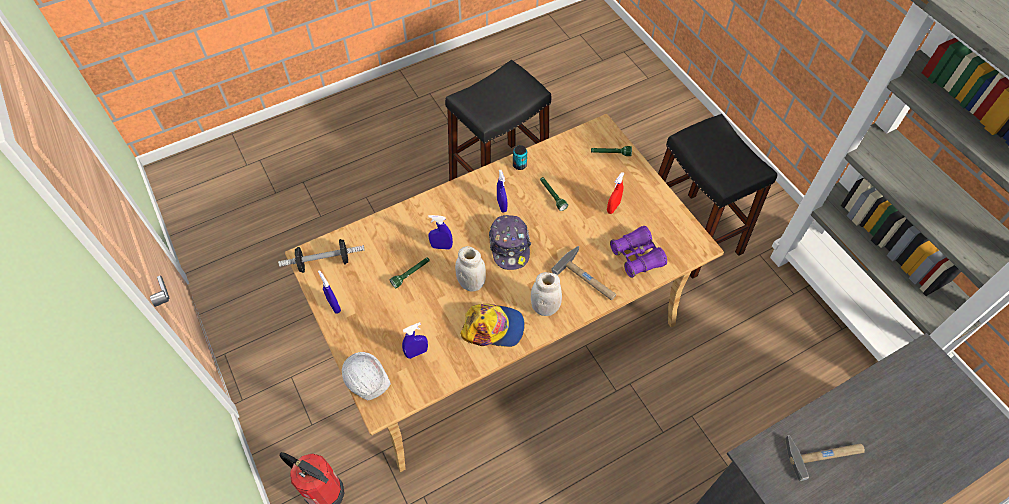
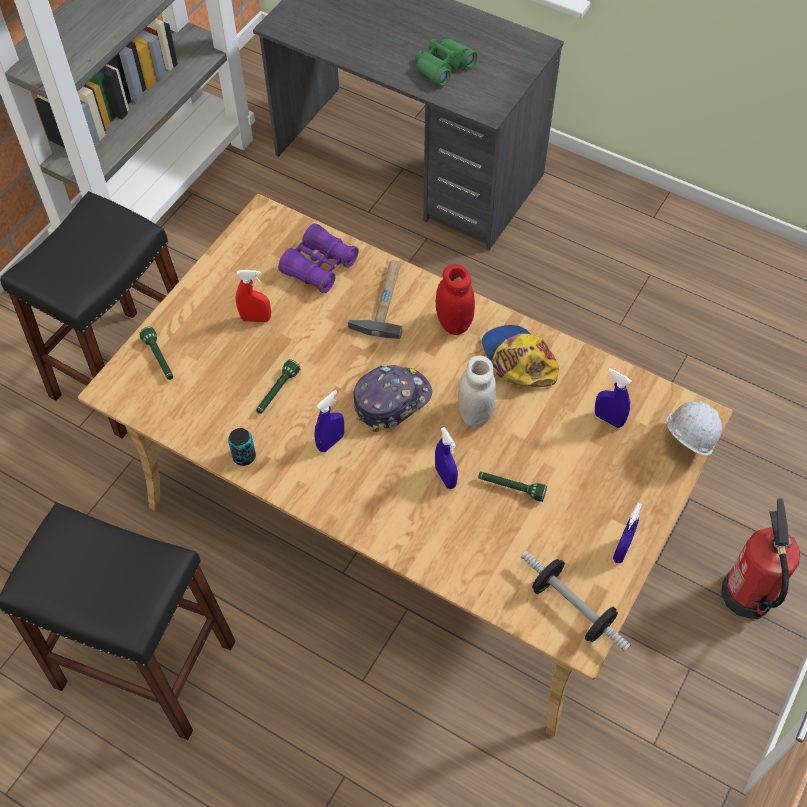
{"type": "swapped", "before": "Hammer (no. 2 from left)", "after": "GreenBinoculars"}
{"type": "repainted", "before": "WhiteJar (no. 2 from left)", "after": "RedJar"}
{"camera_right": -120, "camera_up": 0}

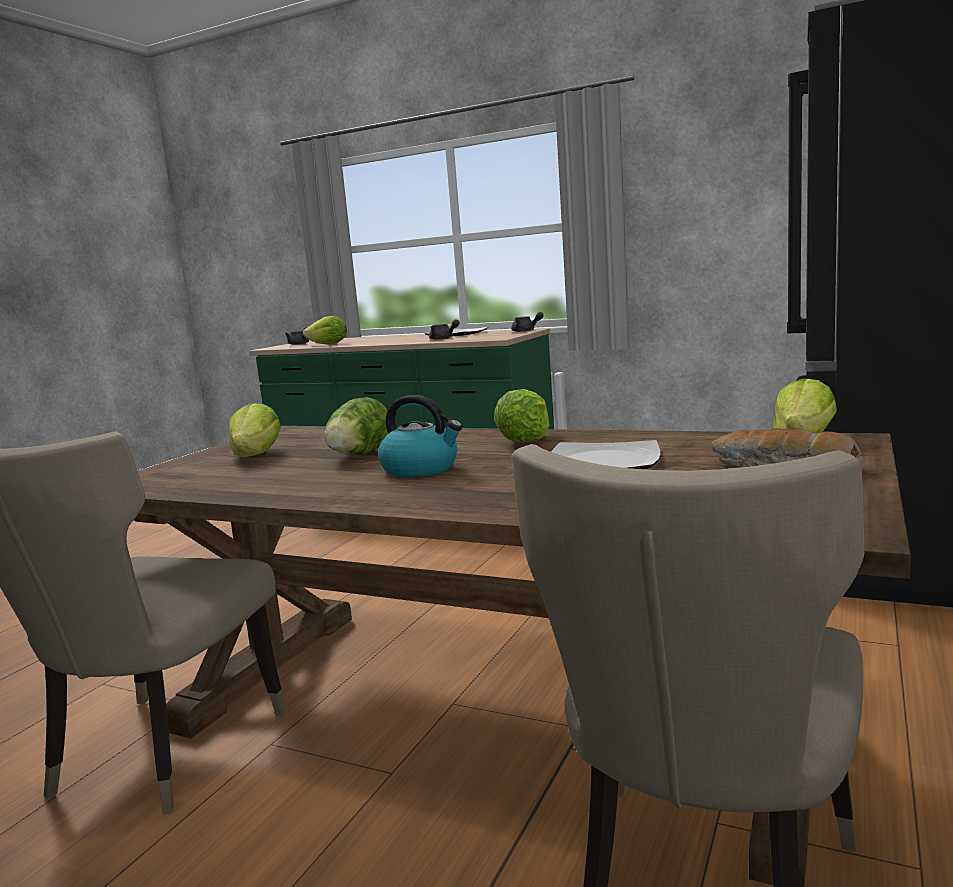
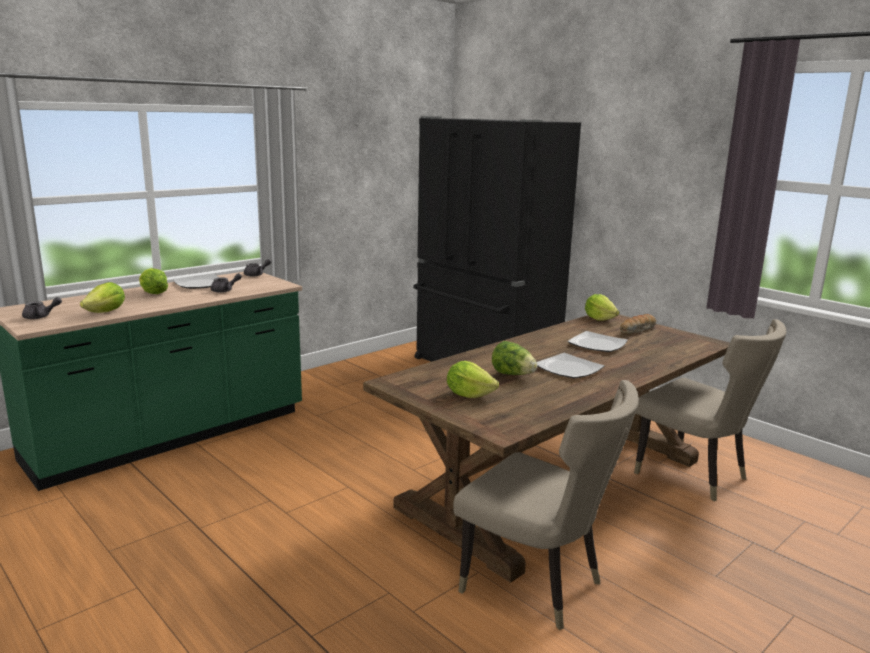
{"type": "shifted", "before": "Lettuce (no. 4 from left in the first image)", "after": "Lettuce (no. 2 from left)"}
{"type": "swapped", "before": "Kettle", "after": "Plate (no. 2 from left)"}
{"camera_right": -70, "camera_up": 5}

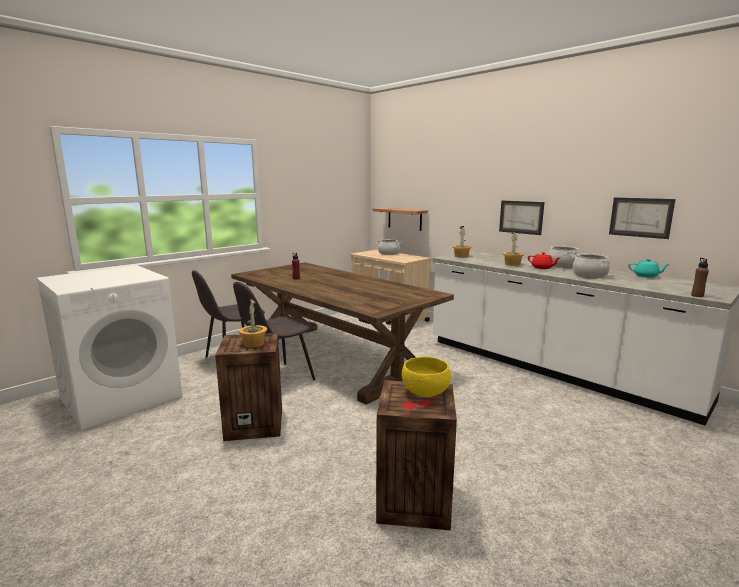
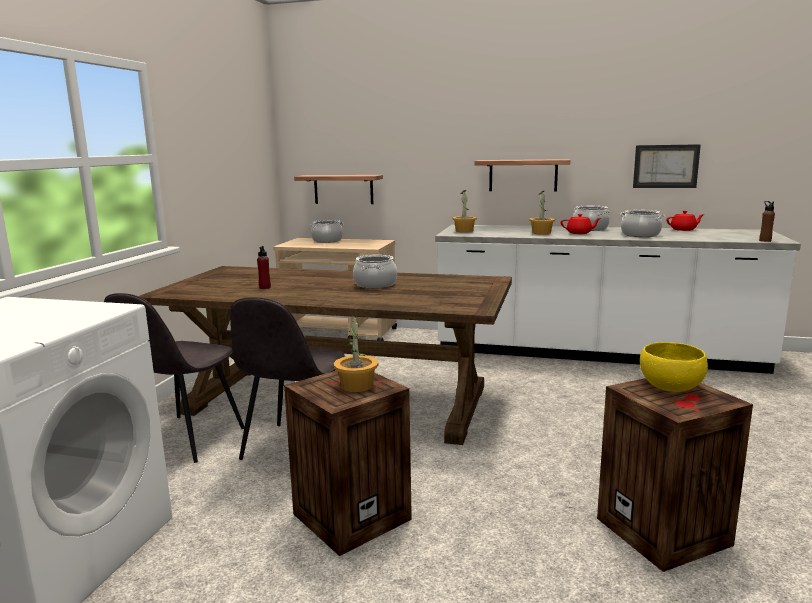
{"type": "new", "after": "CookingPot (no. 2 from left)"}
{"type": "swapped", "before": "Picture (no. 1 from left)", "after": "Shelf (no. 2 from left)"}
{"type": "repainted", "before": "TurquoiseTeapot", "after": "RedTeapot (no. 2 from left)"}
{"camera_right": -30, "camera_up": 0}

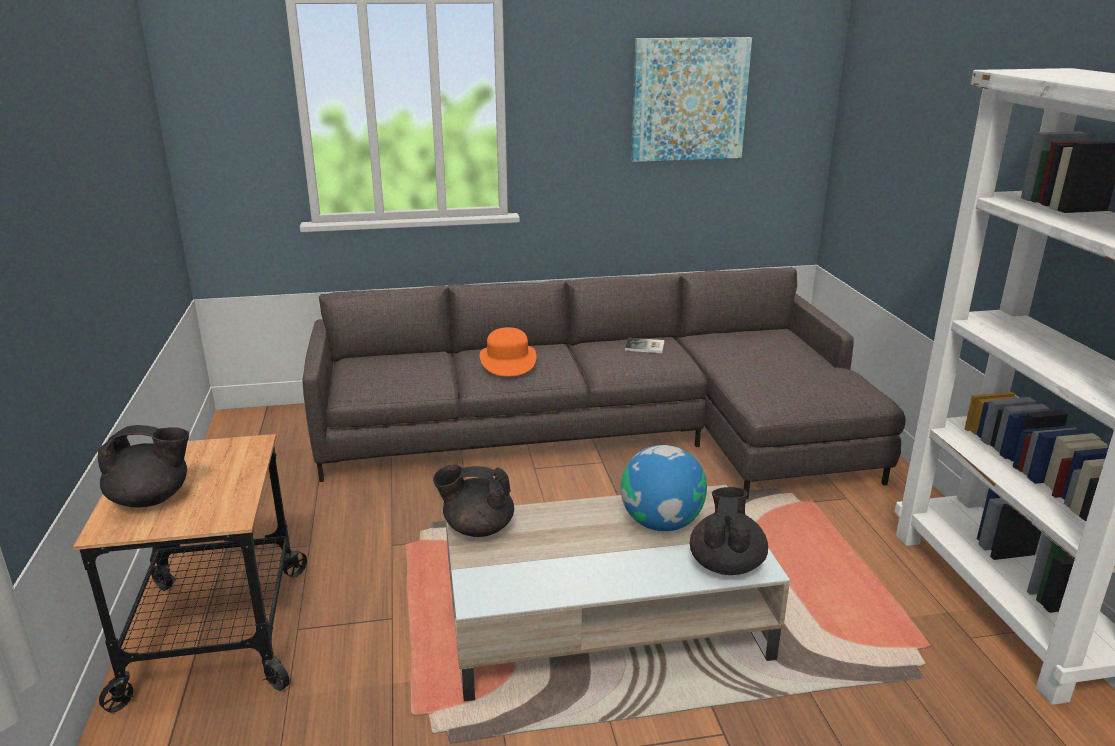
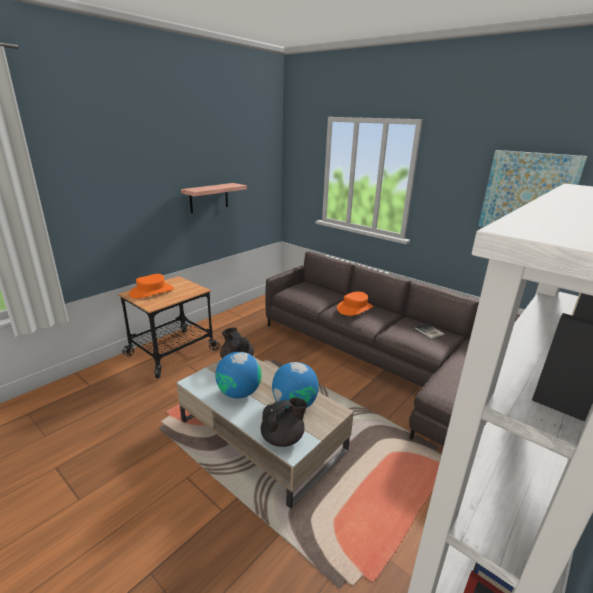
{"type": "new", "after": "Shelf"}
{"type": "new", "after": "Globe (no. 1 from left)"}
{"type": "swapped", "before": "BlackTeapot (no. 1 from left)", "after": "OrangeHat (no. 1 from left)"}
{"camera_right": 50, "camera_up": 0}

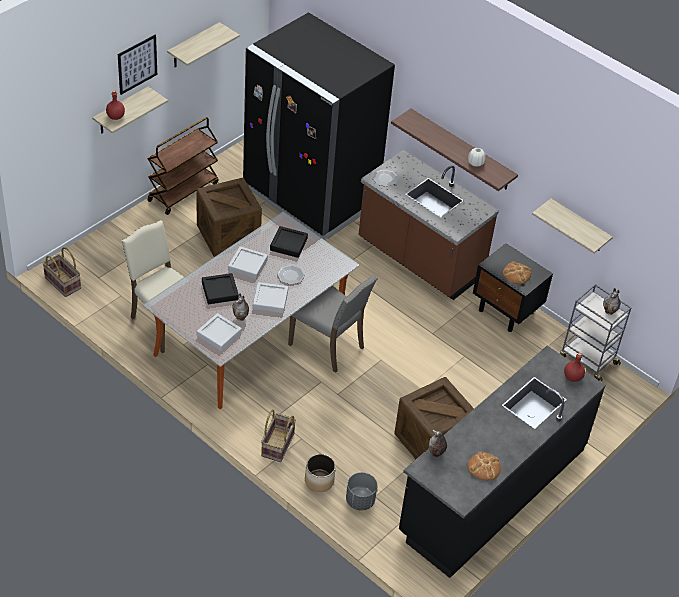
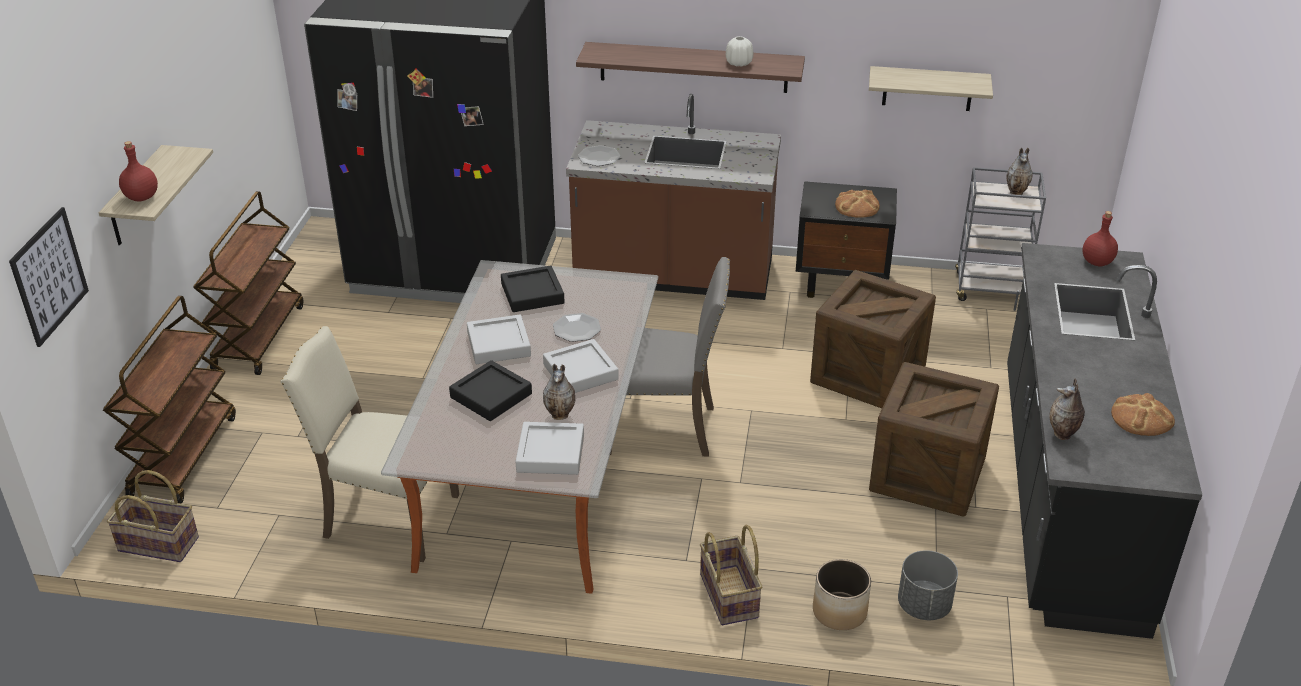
{"type": "gone", "before": "Shelf (no. 2 from left)"}
{"type": "new", "after": "BrownCart (no. 1 from left)"}
{"type": "shifted", "before": "Picture"}
{"type": "shifted", "before": "Crate (no. 1 from left)"}
{"camera_right": -30, "camera_up": -10}

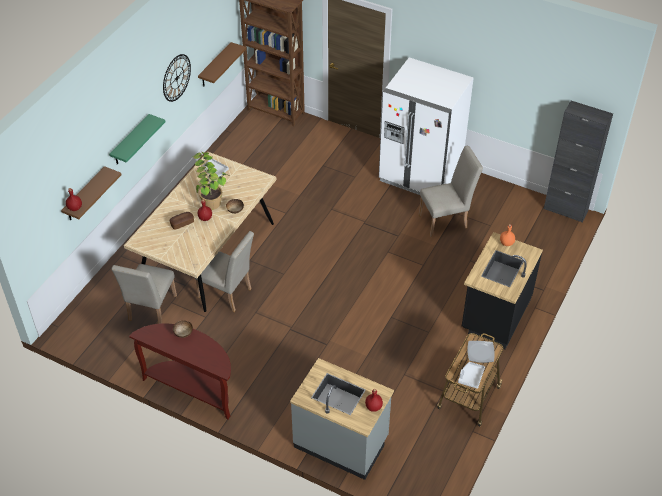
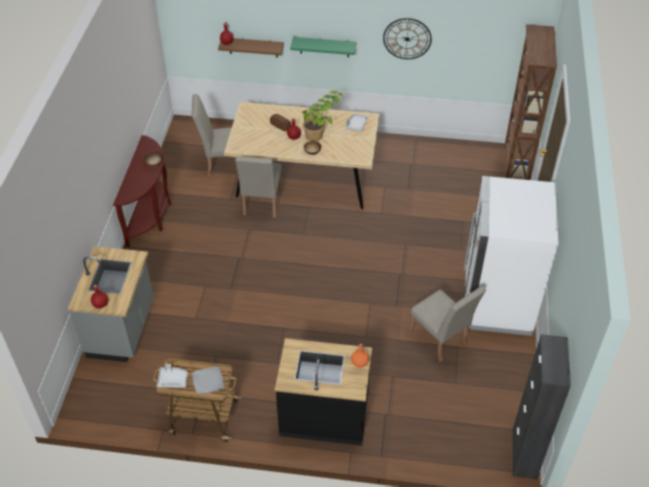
{"type": "gone", "before": "BrownShelf (no. 2 from left)"}
{"camera_right": 70, "camera_up": 0}

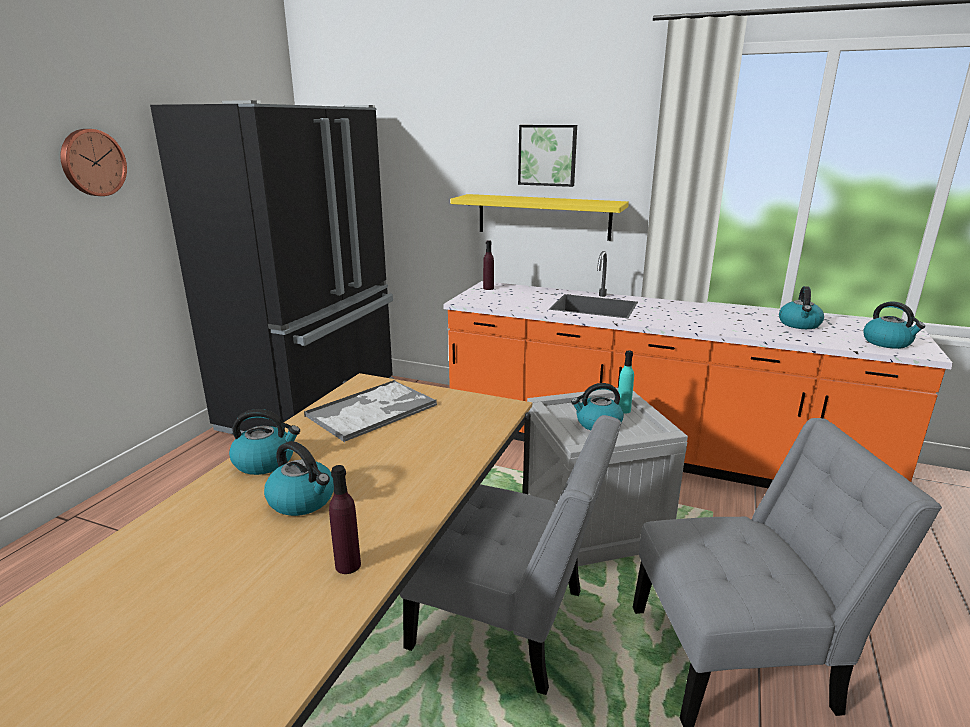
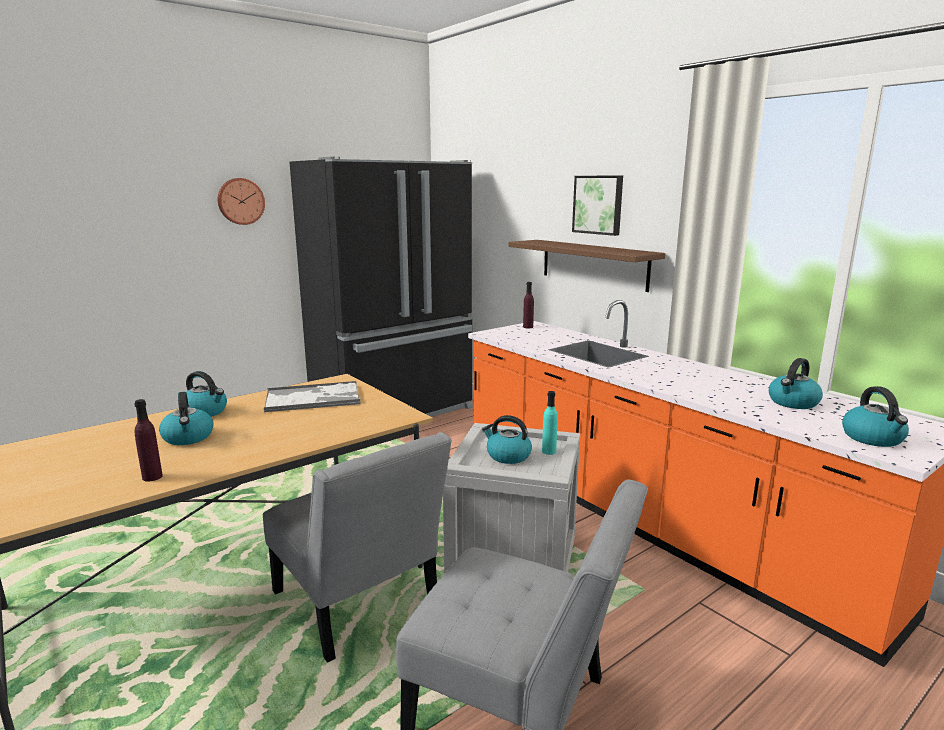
{"type": "repainted", "before": "YellowShelf", "after": "BrownShelf"}
{"camera_right": 30, "camera_up": -5}

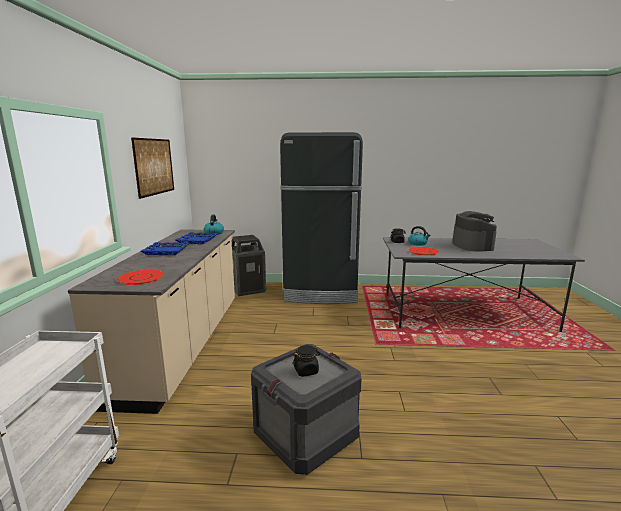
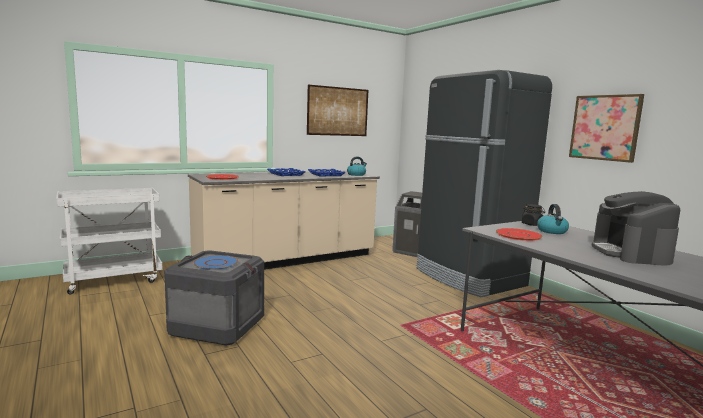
{"type": "new", "after": "Picture (no. 2 from left)"}
{"type": "swapped", "before": "BlackJar (no. 1 from left)", "after": "BluePlate"}
{"type": "rotated", "before": "CoffeeMachine", "turn": 135}
{"camera_right": 55, "camera_up": -5}

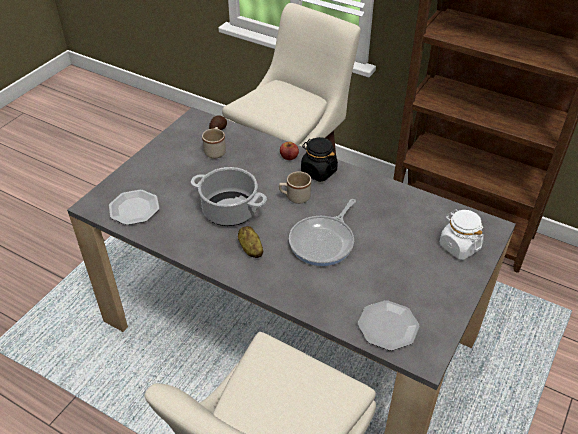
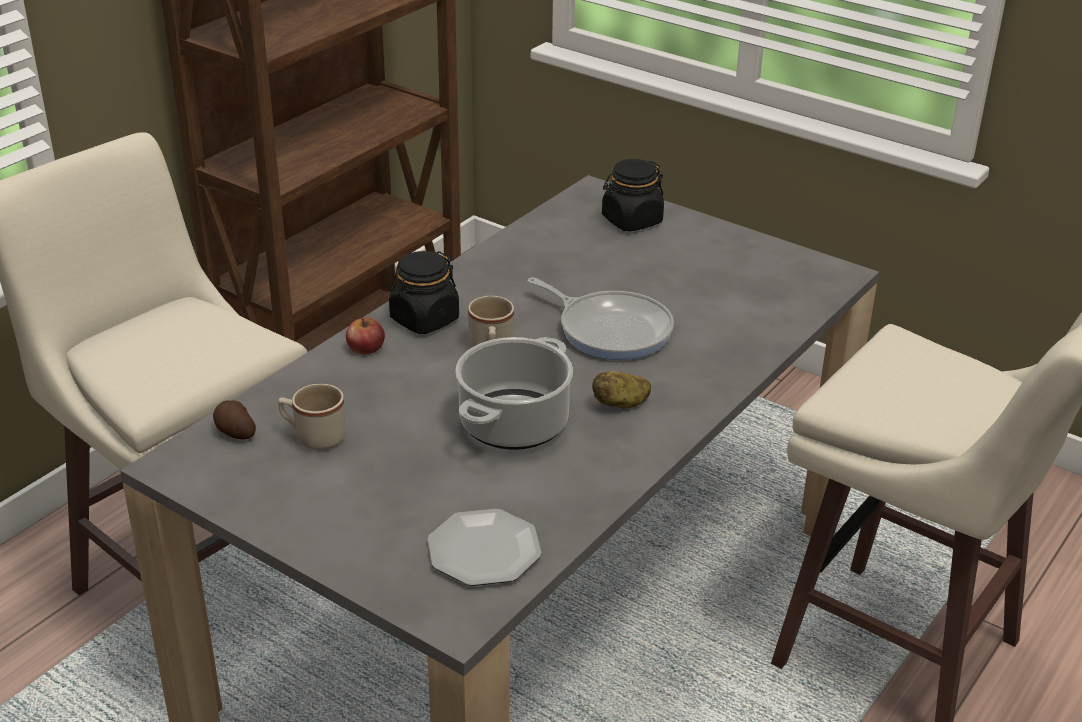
{"type": "gone", "before": "Plate (no. 2 from left)"}
{"type": "repainted", "before": "WhiteJar", "after": "BlackJar (no. 2 from left)"}
{"camera_right": -85, "camera_up": -10}

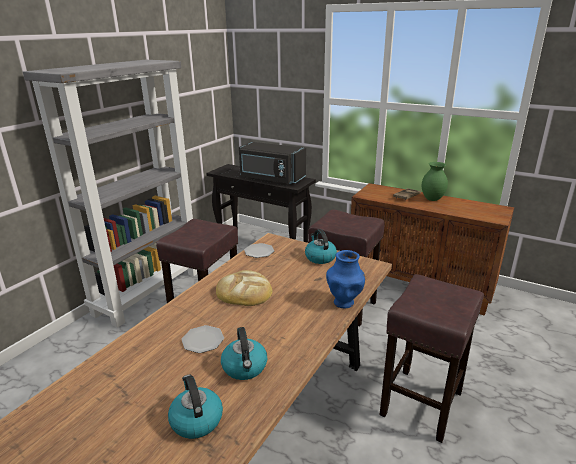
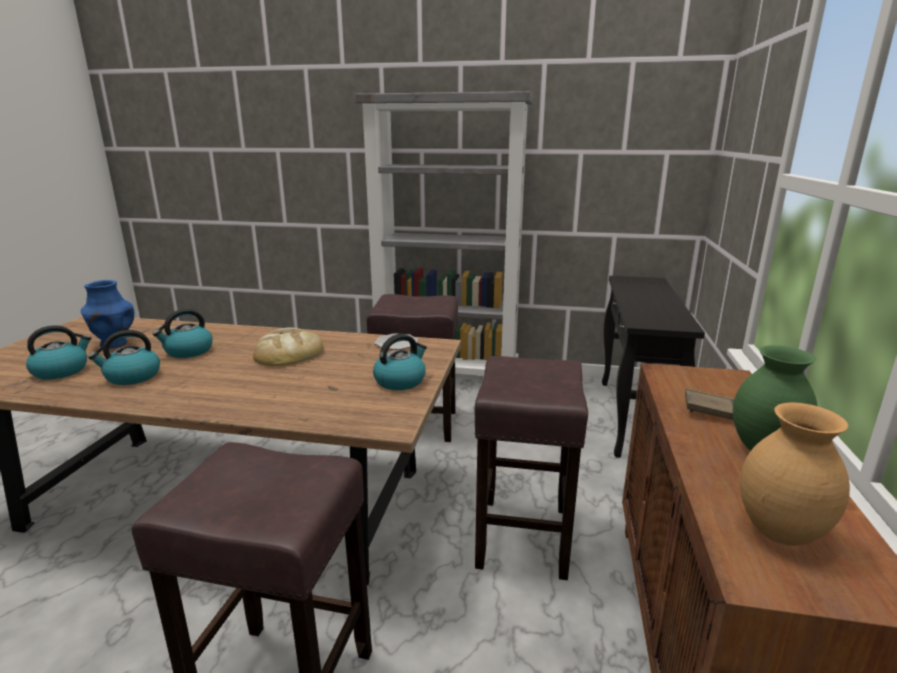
{"type": "gone", "before": "BlackMicrowave"}
{"type": "new", "after": "BrownVase"}
{"type": "shifted", "before": "BlueVase"}
{"type": "swapped", "before": "Plate (no. 1 from left)", "after": "Kettle (no. 3 from left)"}
{"camera_right": 70, "camera_up": -5}

